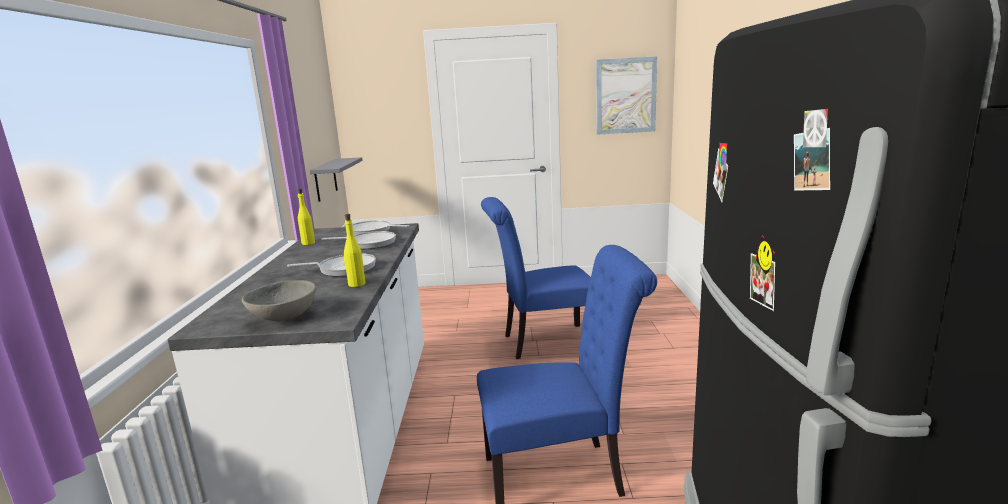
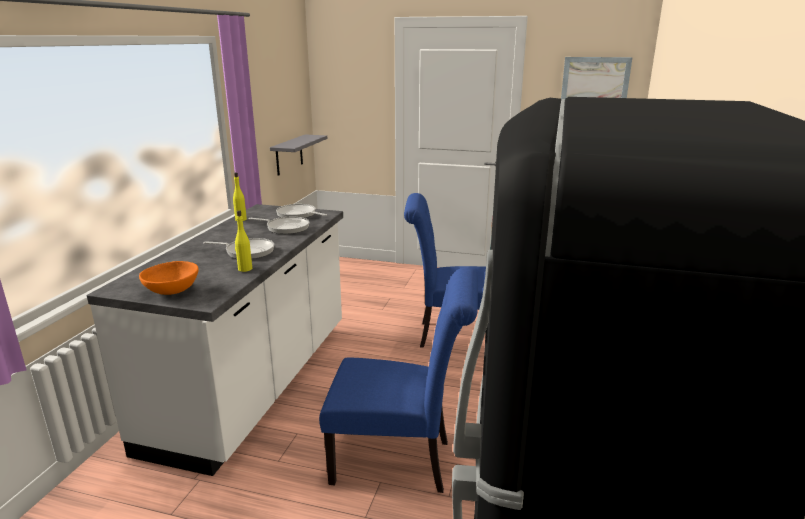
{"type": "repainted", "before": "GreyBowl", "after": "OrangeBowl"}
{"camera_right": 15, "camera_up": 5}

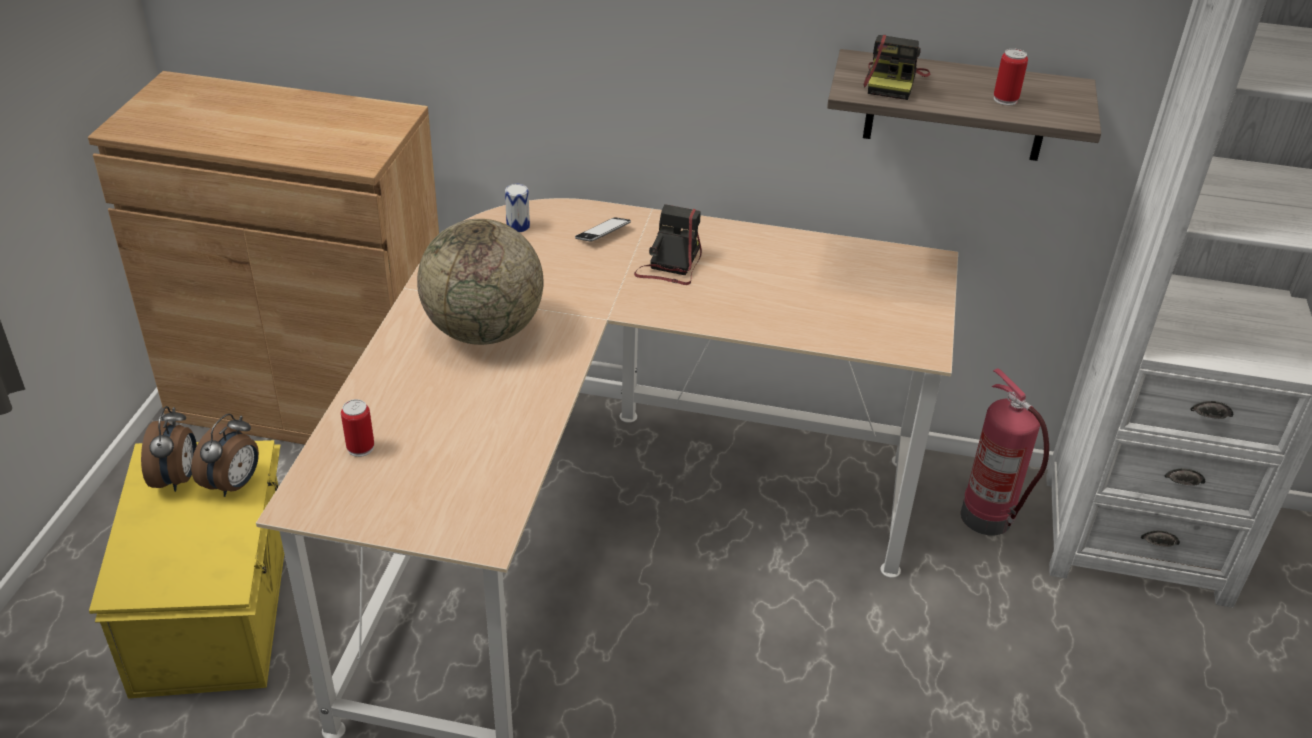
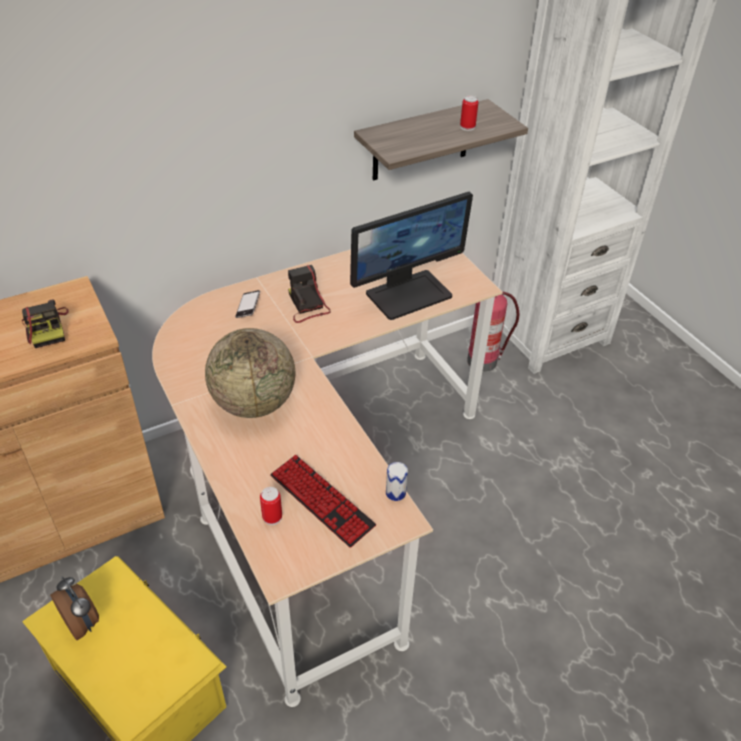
{"type": "gone", "before": "AlarmClock (no. 2 from left)"}
{"type": "new", "after": "Keyboard"}
{"type": "new", "after": "Monitor"}
{"type": "shifted", "before": "Can (no. 2 from left)"}
{"type": "shifted", "before": "PhotoCamera (no. 2 from left in the first image)", "after": "PhotoCamera (no. 1 from left)"}
{"camera_right": -40, "camera_up": 5}

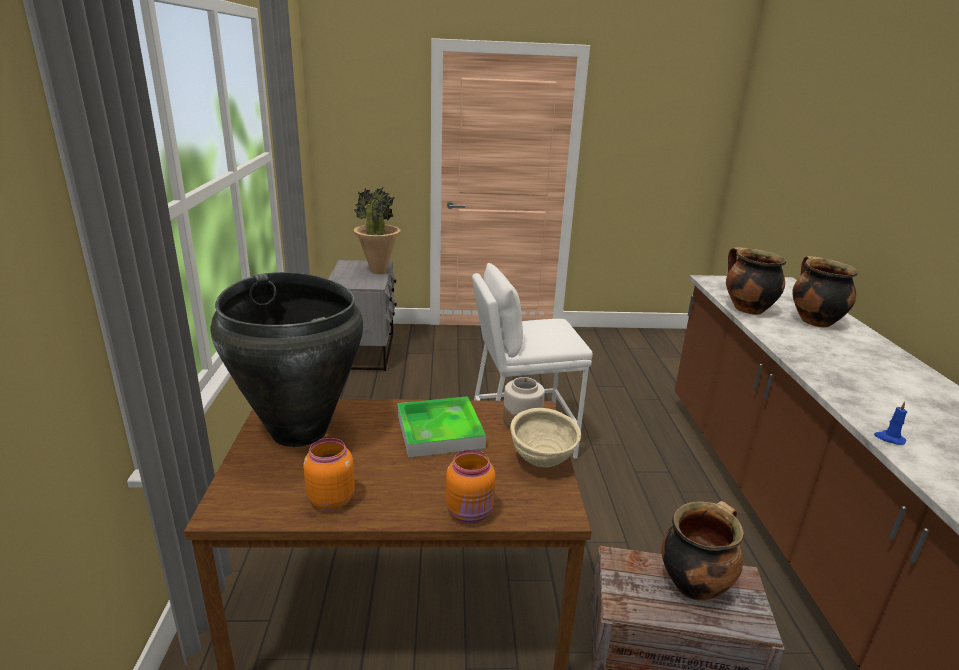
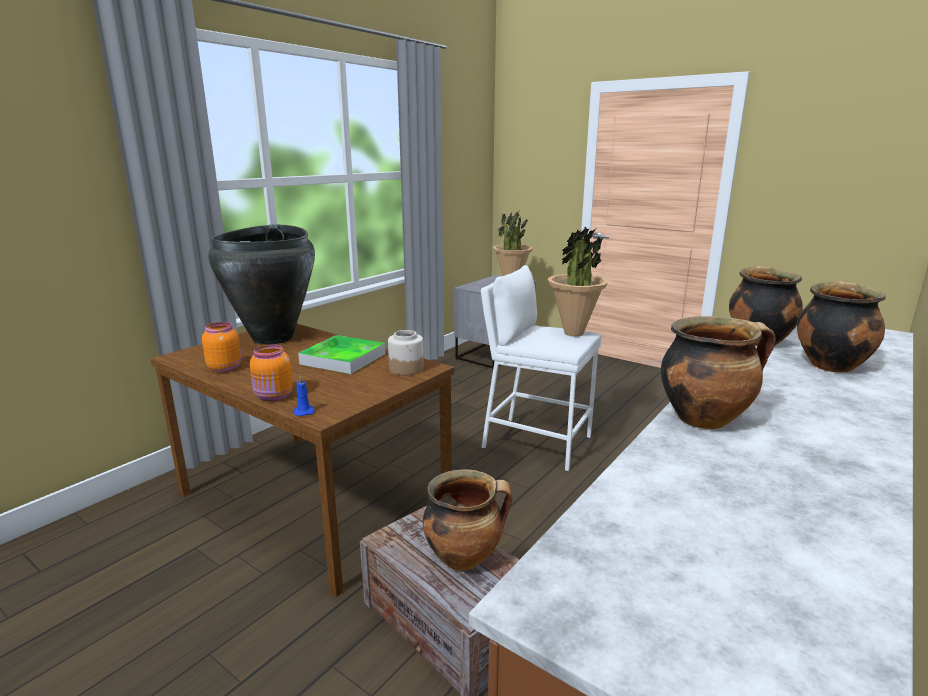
{"type": "gone", "before": "BeigeBowl"}
{"type": "new", "after": "PottedPlant (no. 2 from left)"}
{"type": "new", "after": "CookingPot (no. 2 from left)"}
{"type": "shifted", "before": "BlueCandle"}
{"camera_right": 40, "camera_up": -5}

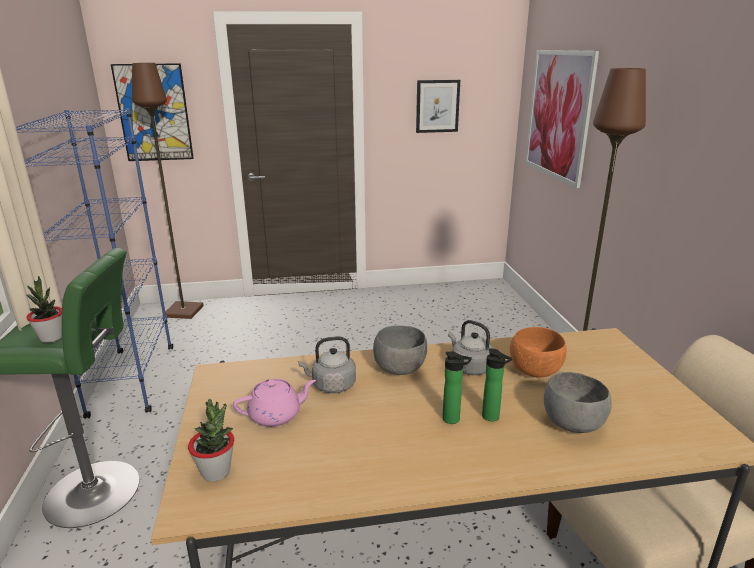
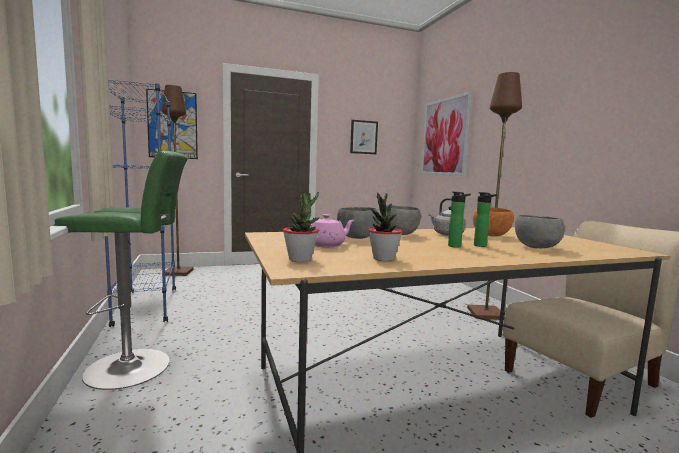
{"type": "shifted", "before": "PottedPlant (no. 1 from left in the first image)", "after": "PottedPlant (no. 2 from left)"}
{"type": "swapped", "before": "GreyKettle (no. 1 from left)", "after": "GreyBowl (no. 1 from left)"}
{"camera_right": -10, "camera_up": -15}

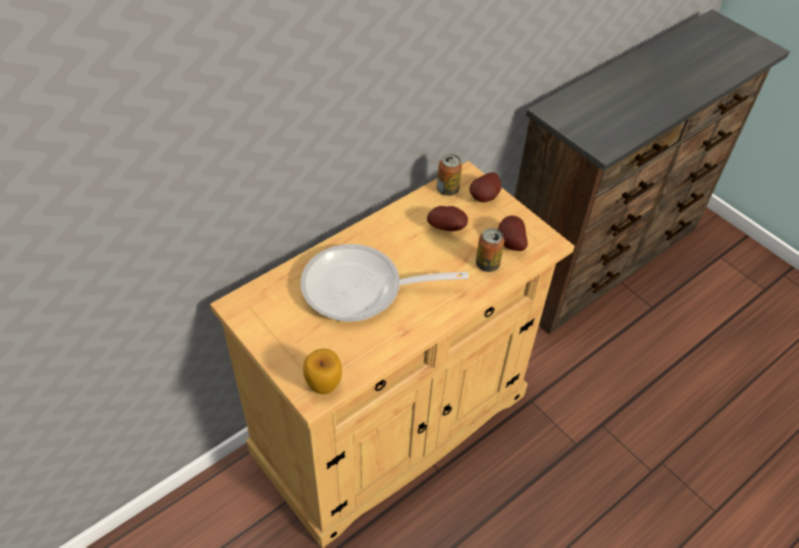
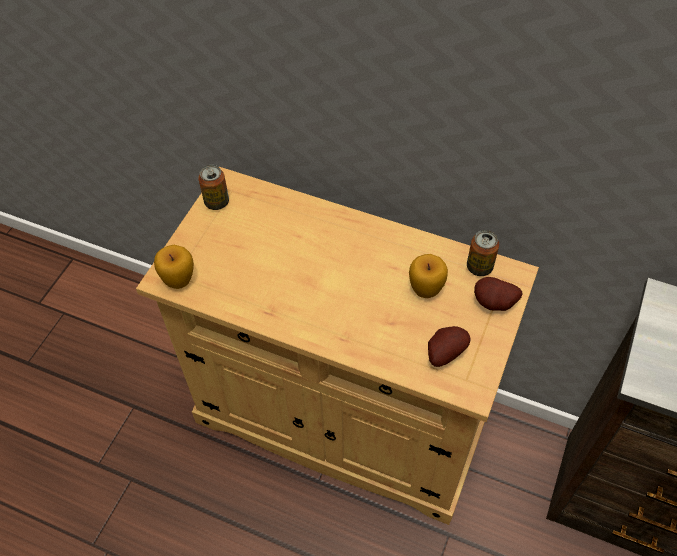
{"type": "gone", "before": "FryingPan"}
{"type": "shifted", "before": "Can (no. 2 from left in the first image)", "after": "Can (no. 1 from left)"}
{"type": "swapped", "before": "Potato (no. 1 from left)", "after": "Apple (no. 2 from left)"}
{"camera_right": 65, "camera_up": 5}

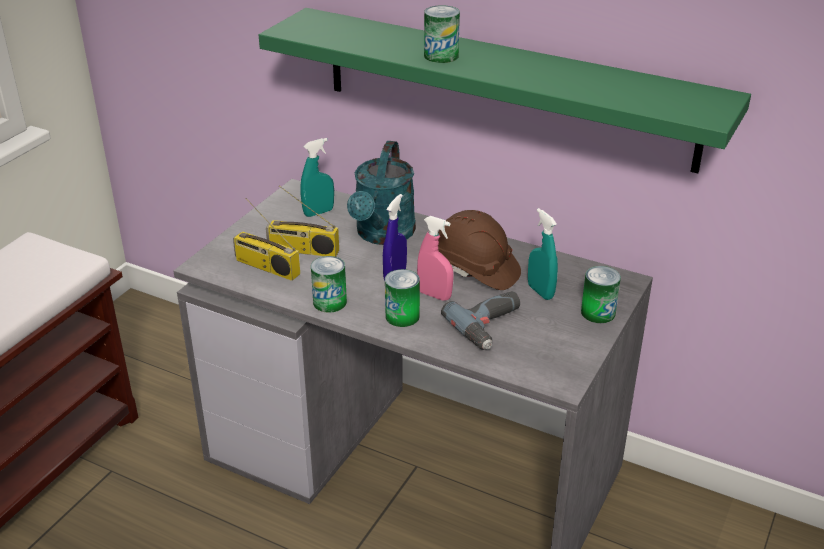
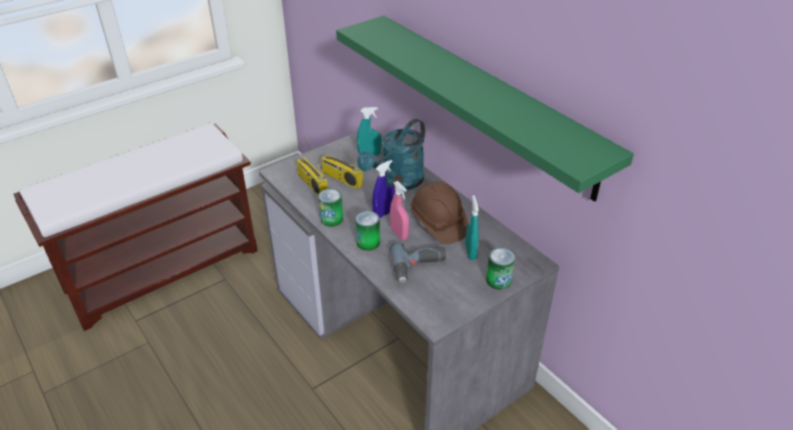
{"type": "gone", "before": "Can (no. 3 from left)"}
{"camera_right": 25, "camera_up": 5}

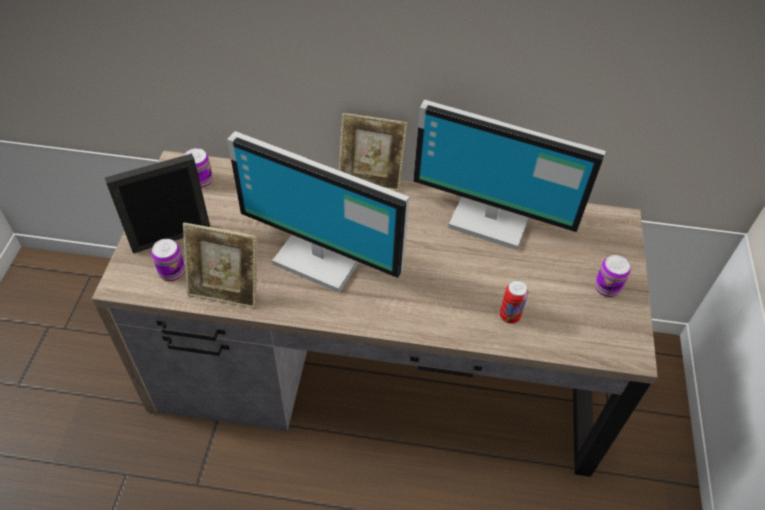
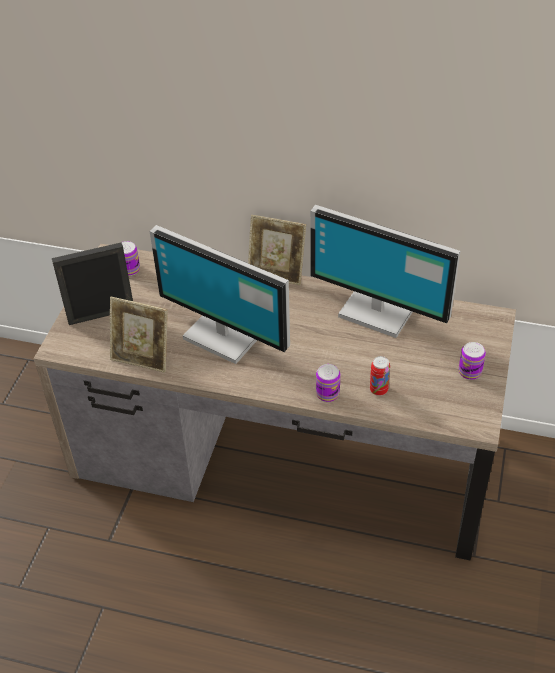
{"type": "shifted", "before": "Can (no. 1 from left in the first image)", "after": "Can (no. 2 from left)"}
{"camera_right": 10, "camera_up": -5}

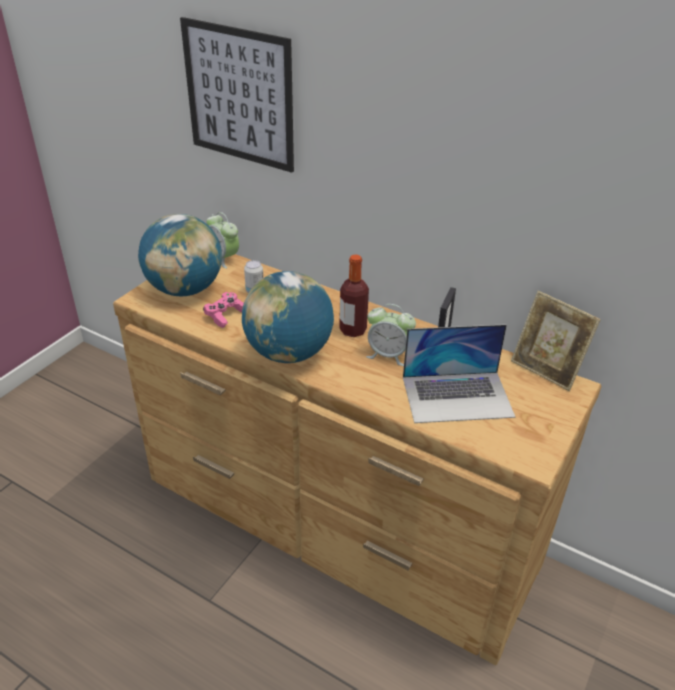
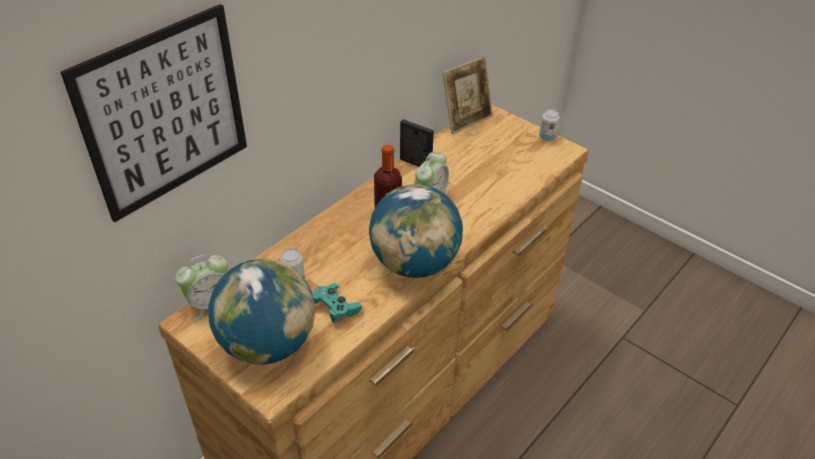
{"type": "gone", "before": "Laptop"}
{"type": "new", "after": "Can (no. 2 from left)"}
{"type": "repainted", "before": "PinkGameController", "after": "TurquoiseGameController"}
{"camera_right": -80, "camera_up": 5}

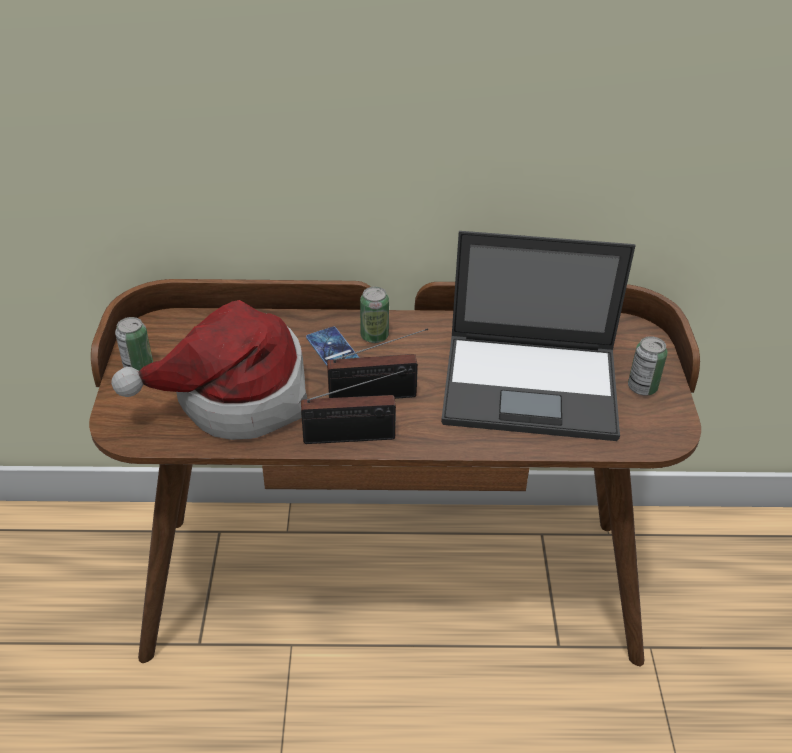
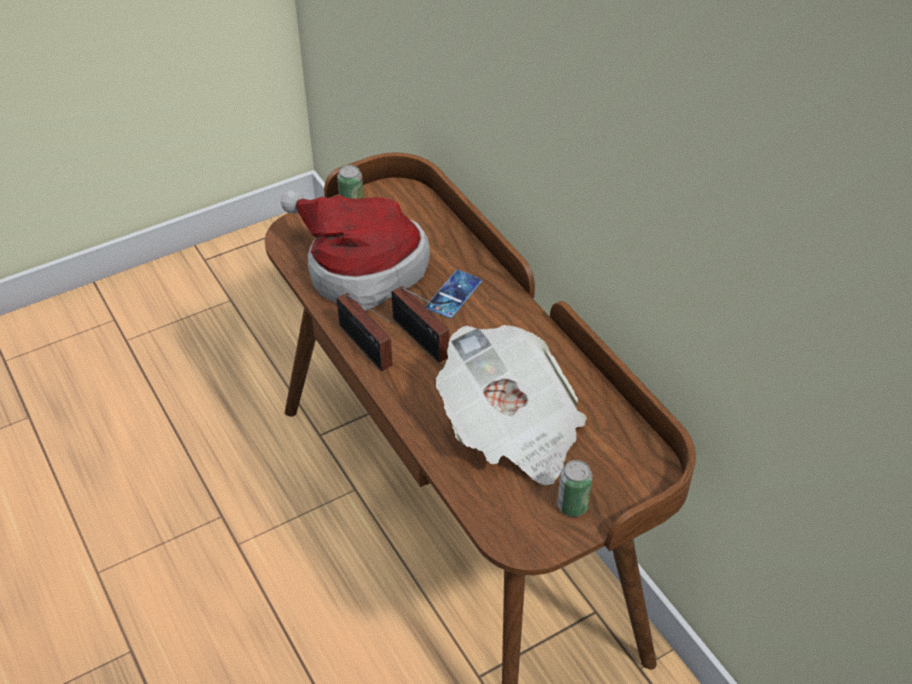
{"type": "gone", "before": "Can (no. 2 from left)"}
{"type": "swapped", "before": "Laptop", "after": "Newspaper"}
{"camera_right": 60, "camera_up": 5}

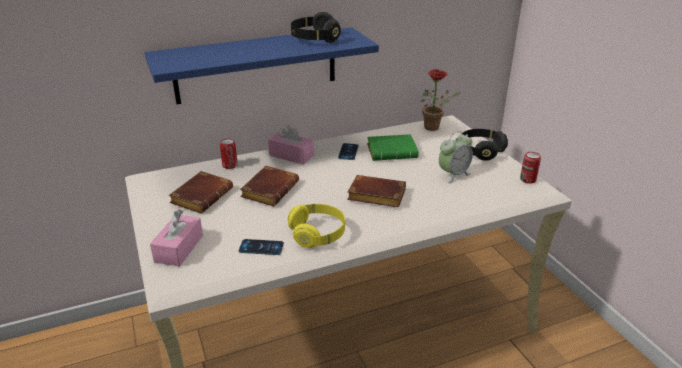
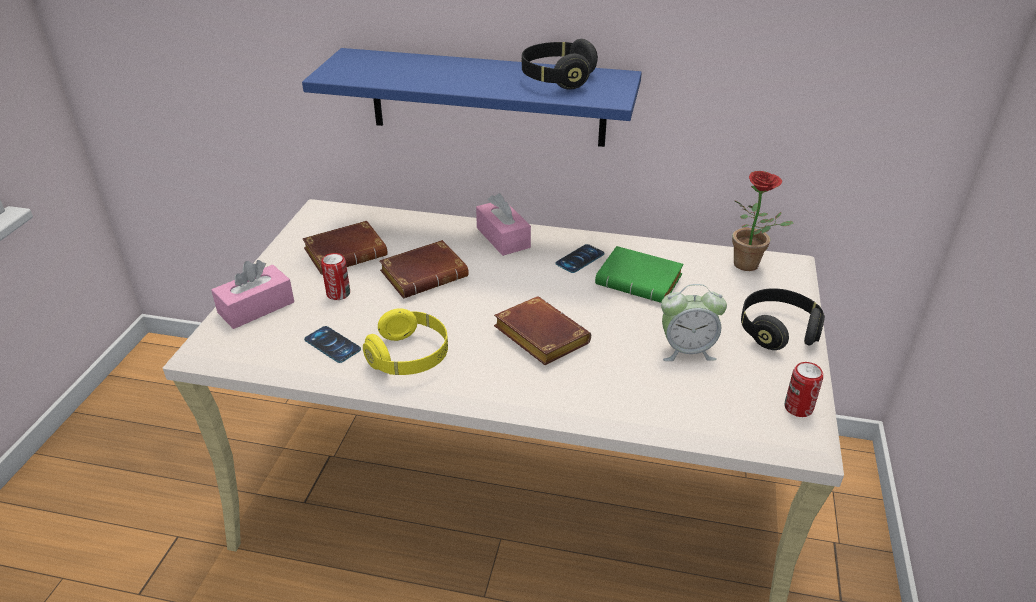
{"type": "shifted", "before": "Can (no. 1 from left)"}
{"camera_right": 35, "camera_up": 5}

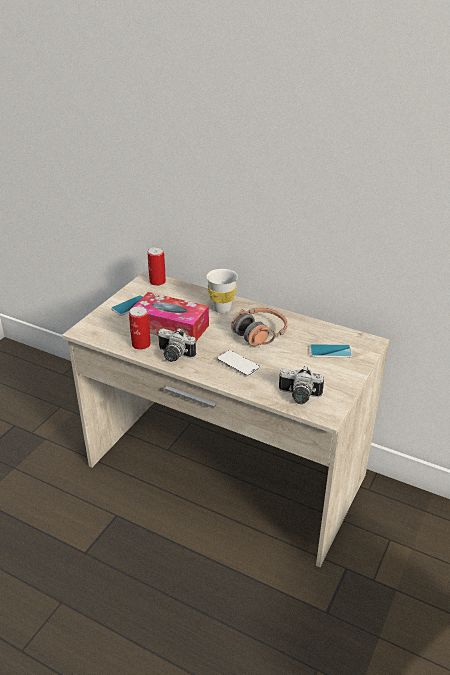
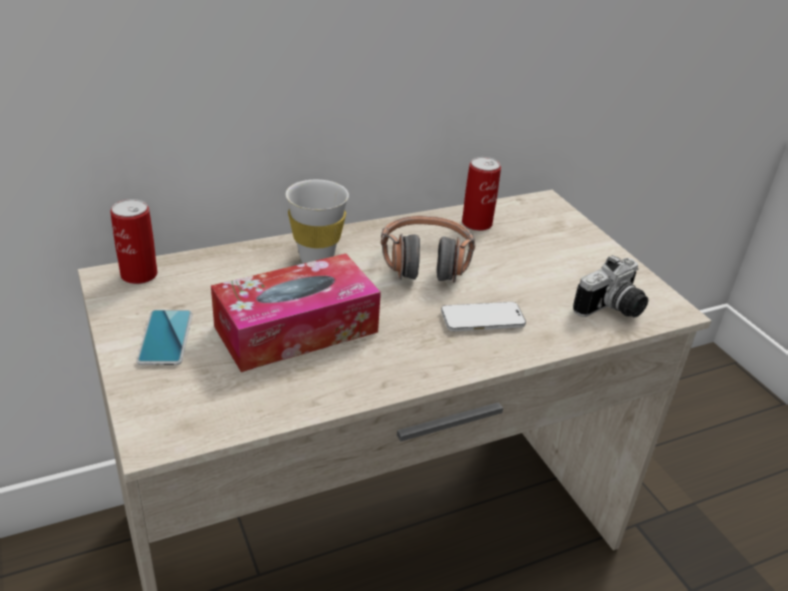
{"type": "gone", "before": "PhotoCamera (no. 1 from left)"}
{"type": "gone", "before": "Phone (no. 3 from left)"}
{"type": "shifted", "before": "Can (no. 1 from left in the first image)", "after": "Can (no. 2 from left)"}
{"camera_right": -55, "camera_up": 0}

